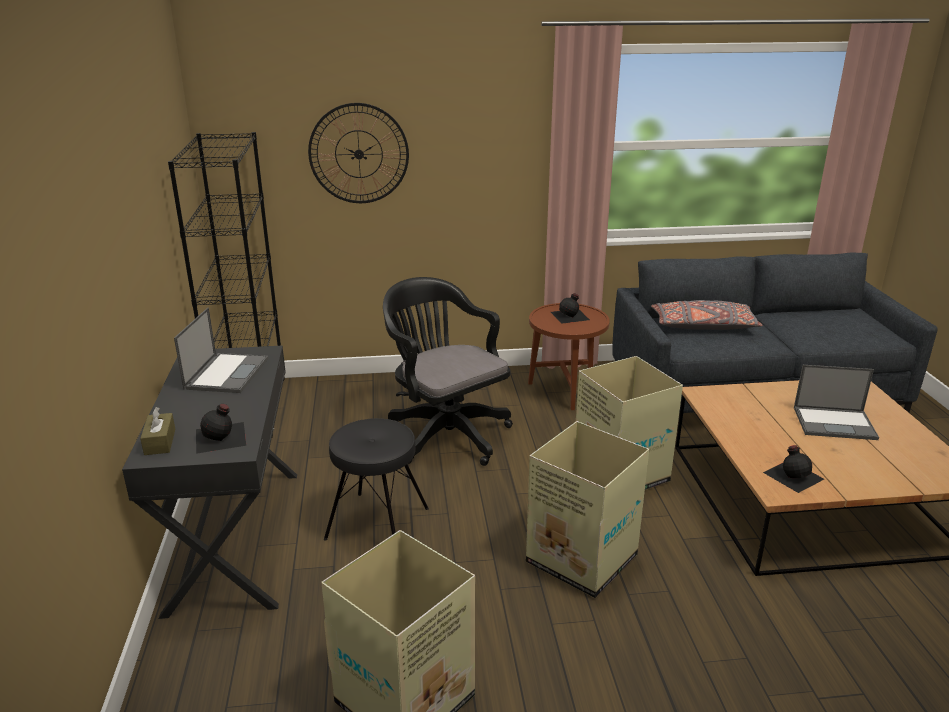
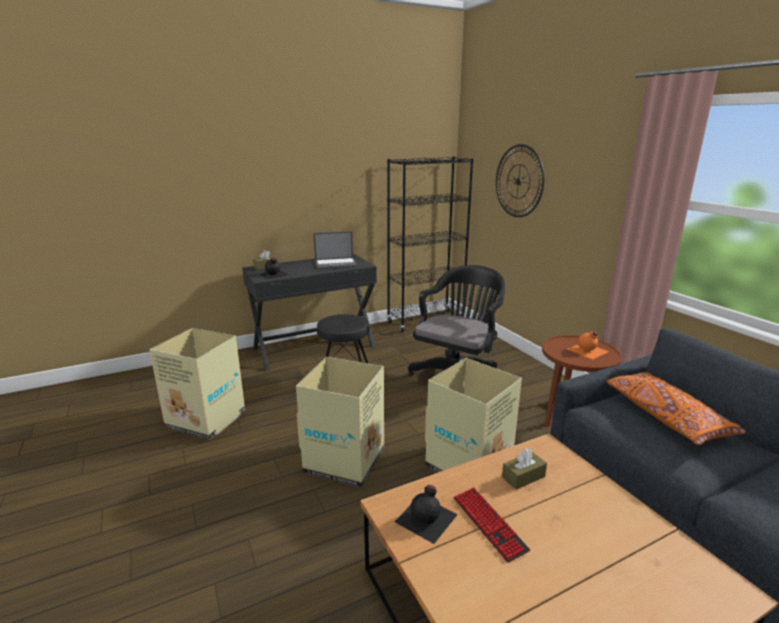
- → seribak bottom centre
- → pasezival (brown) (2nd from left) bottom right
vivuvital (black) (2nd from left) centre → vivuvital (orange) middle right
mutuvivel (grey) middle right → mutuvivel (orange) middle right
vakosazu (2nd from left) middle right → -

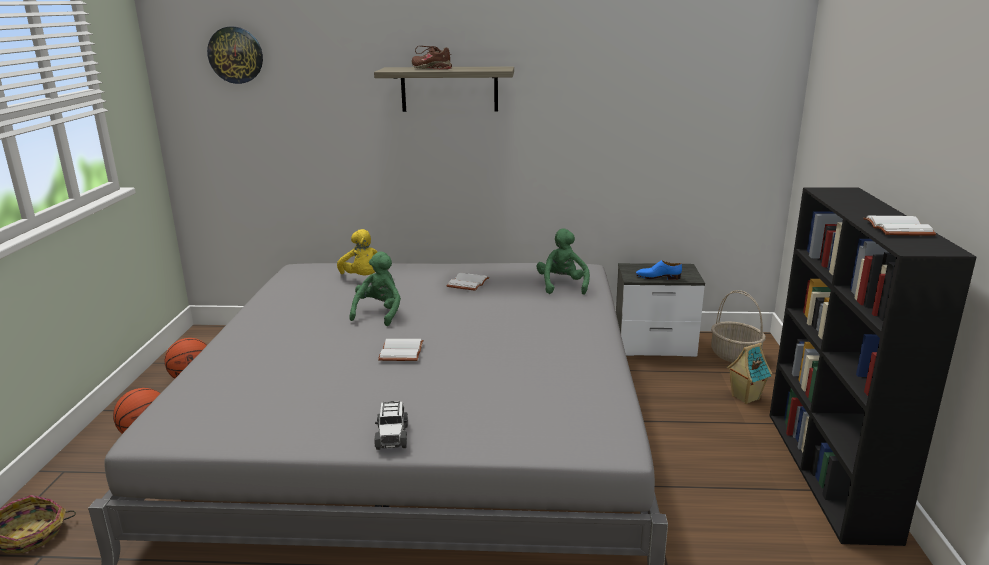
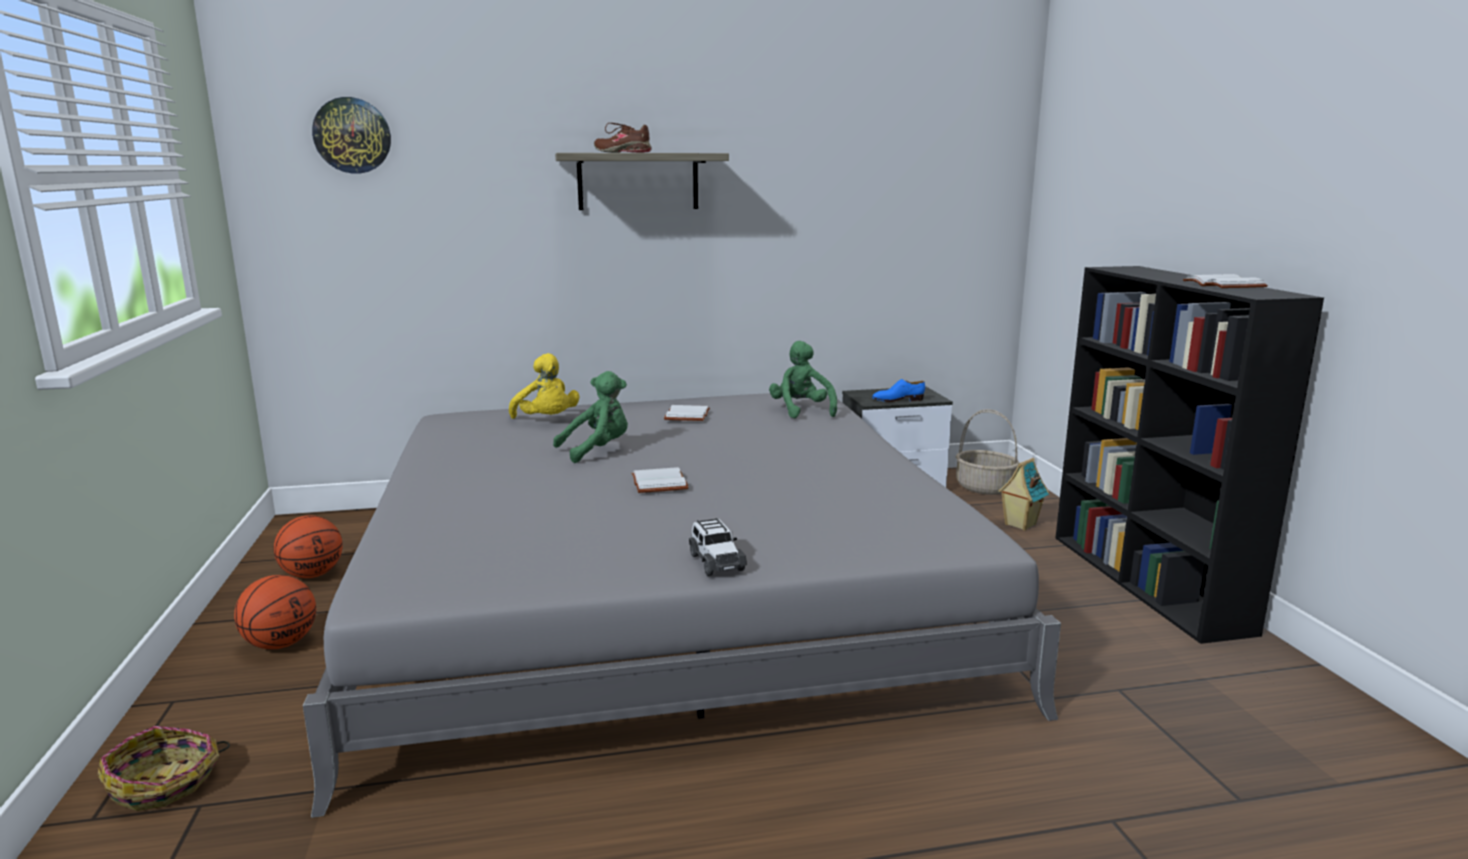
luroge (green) (1st from left) centre, 60 degrees clockwise

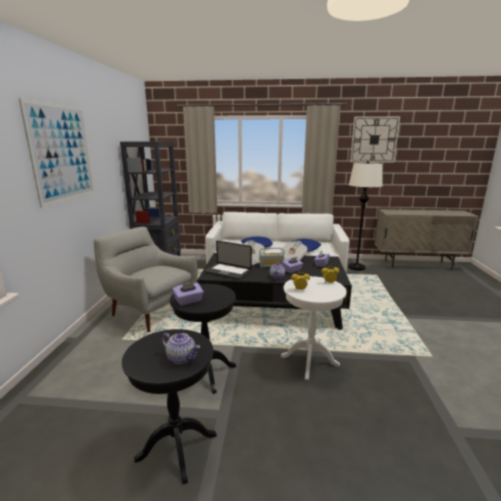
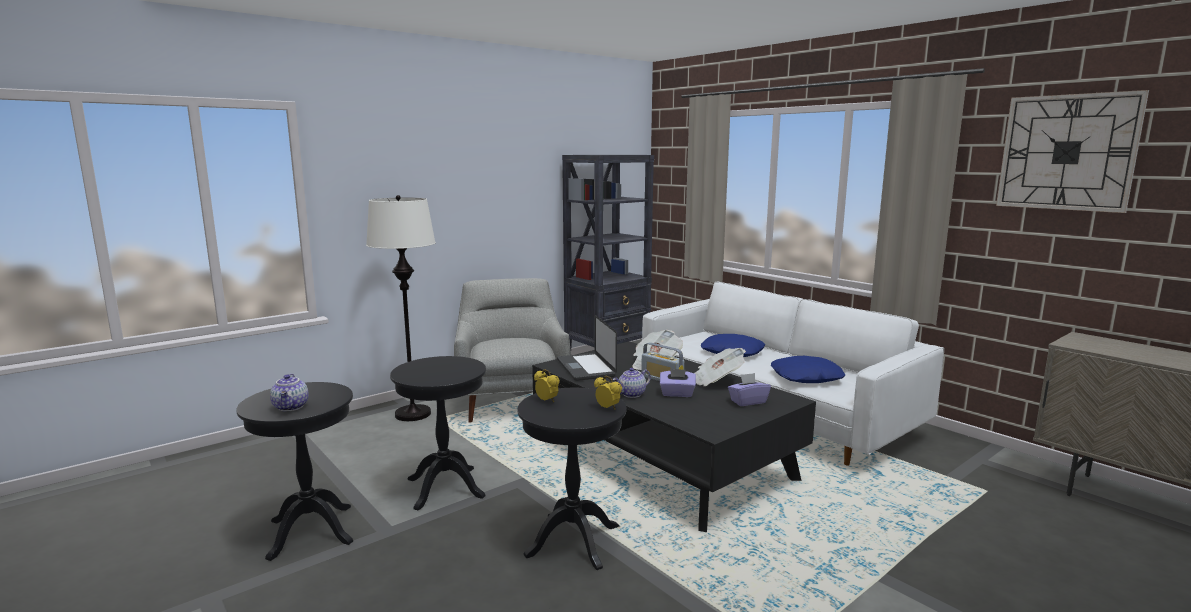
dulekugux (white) middle right → dulekugux (white) centre, move
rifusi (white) centre → rifusi (black) (3rd from left) bottom centre
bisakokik top left → -
pasezival (purple) (1st from left) centre → -

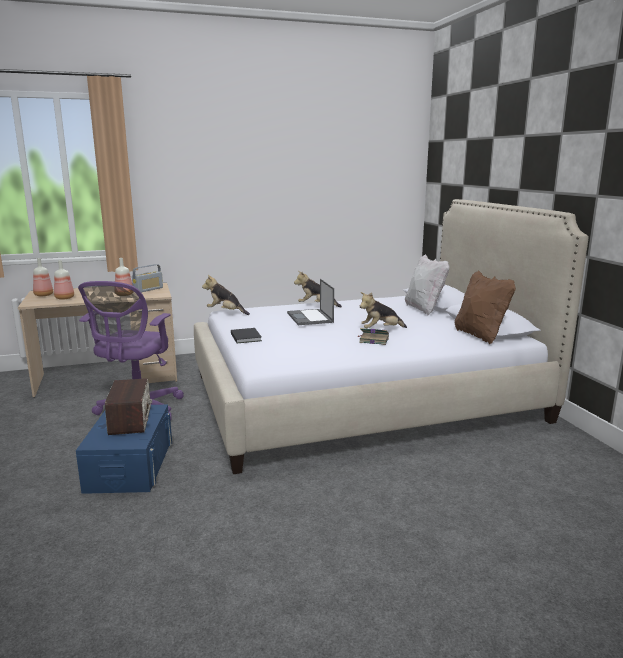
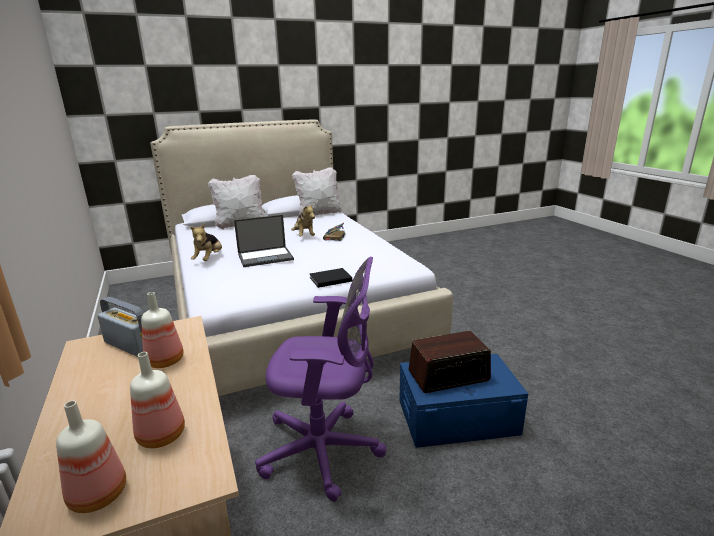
mutuvivel (brown) middle right → mutuvivel (white) (2nd from left) centre
luroge (1st from left) centre → -

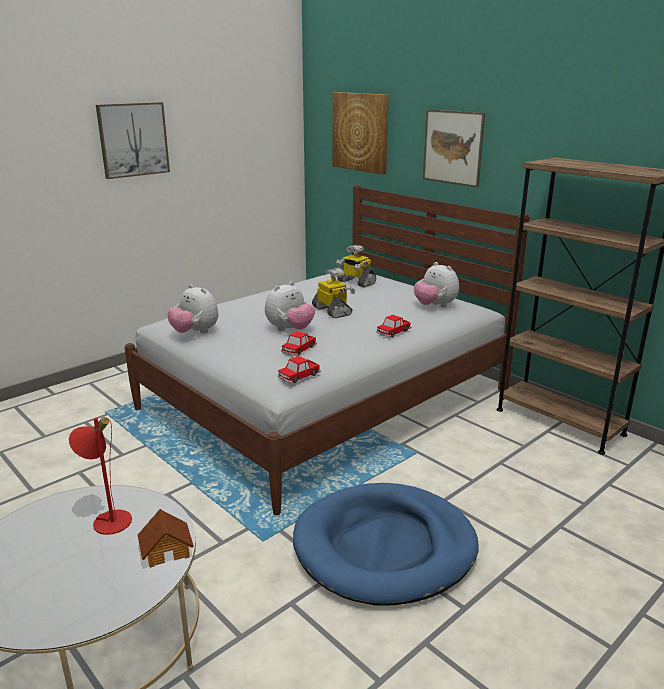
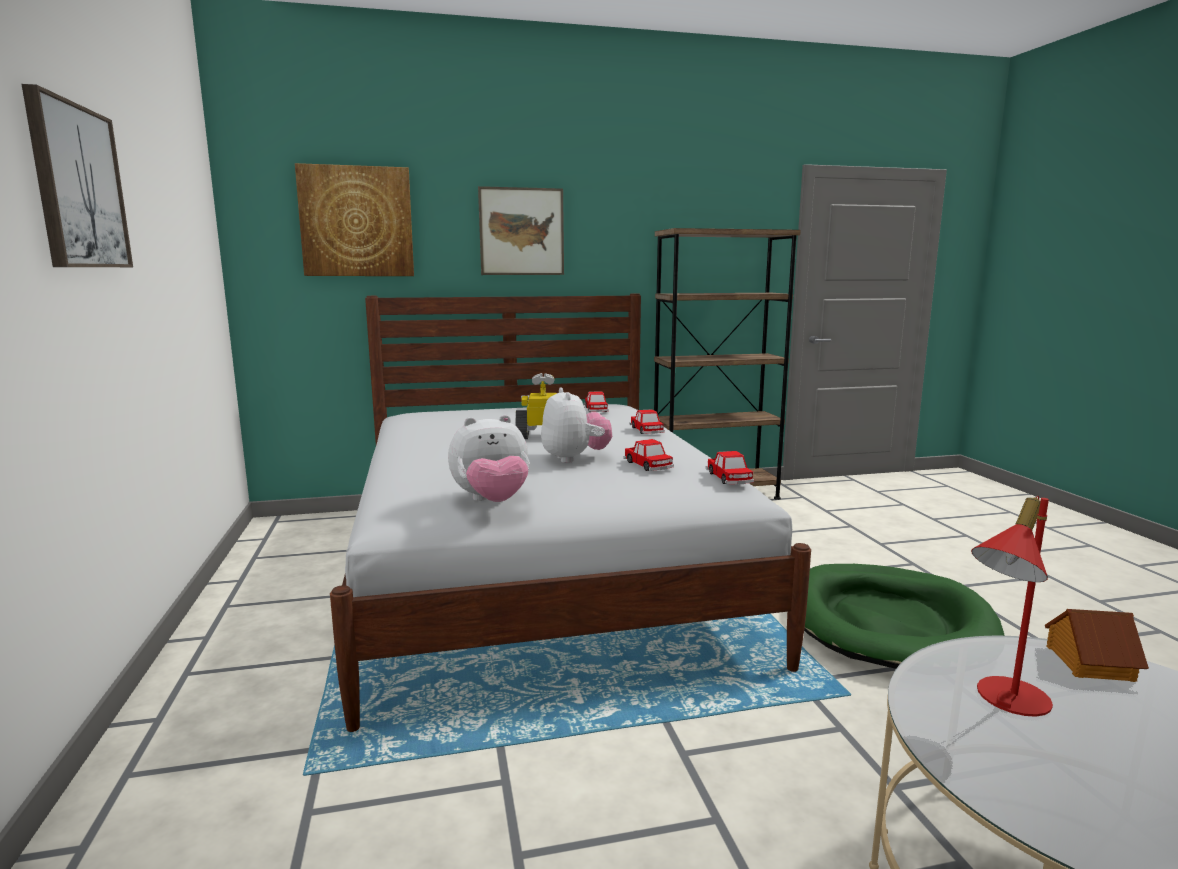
luroge (3rd from left) centre → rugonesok (1st from left) centre
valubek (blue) bottom centre → valubek (green) bottom right
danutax (2nd from left) centre → -

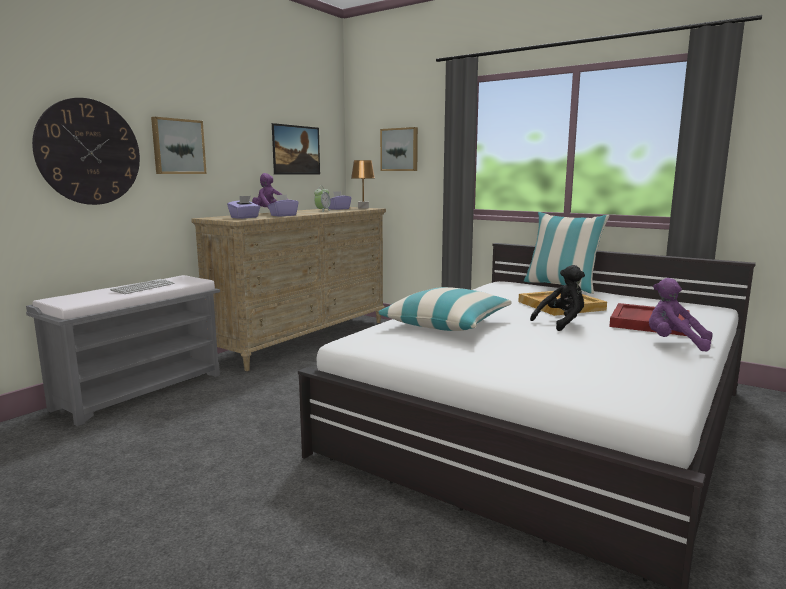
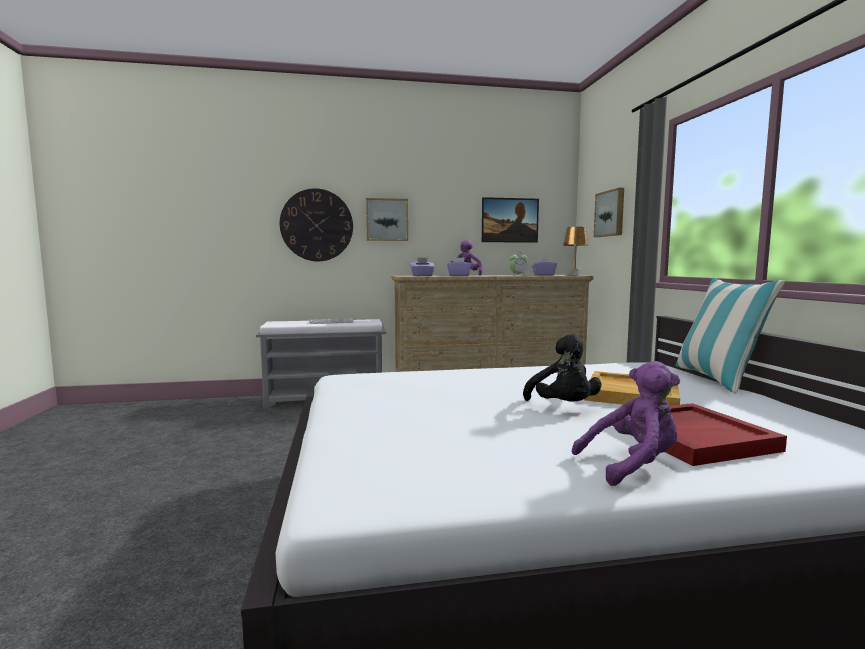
luroge (black) middle right → luroge (black) centre, 60 degrees clockwise
luroge (purple) (2nd from left) middle right, 90 degrees clockwise
mutuvivel (1st from left) centre → -

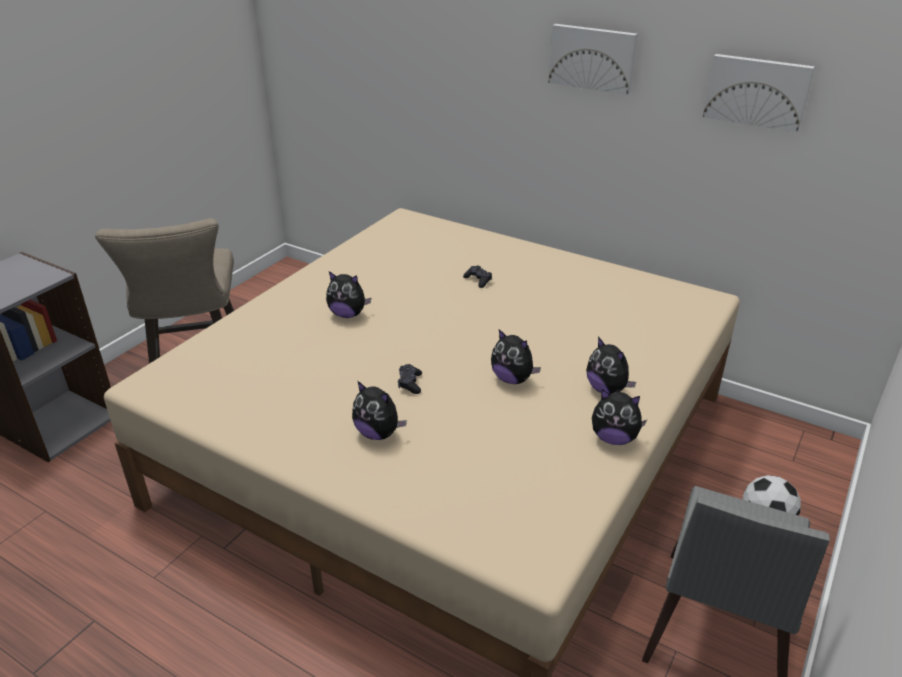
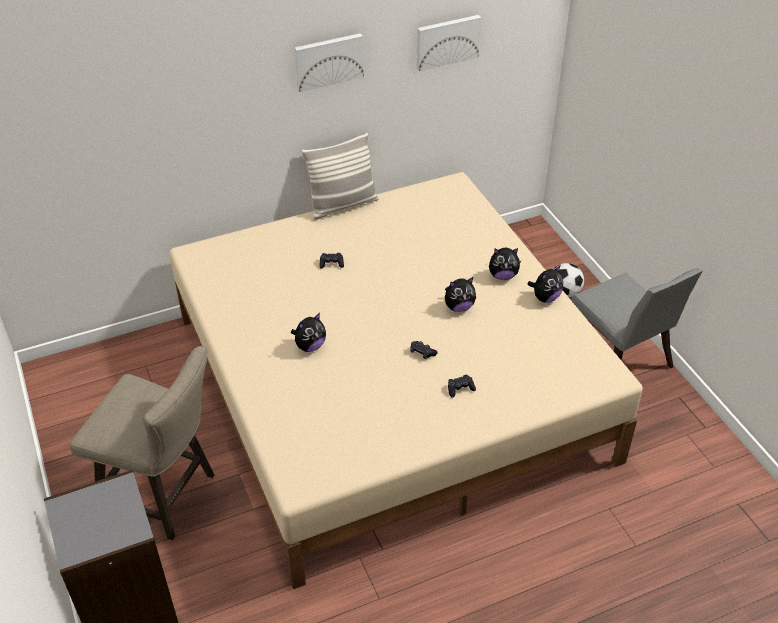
- → mutuvivel top centre
luroge (2nd from left) centre → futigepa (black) (3rd from left) centre

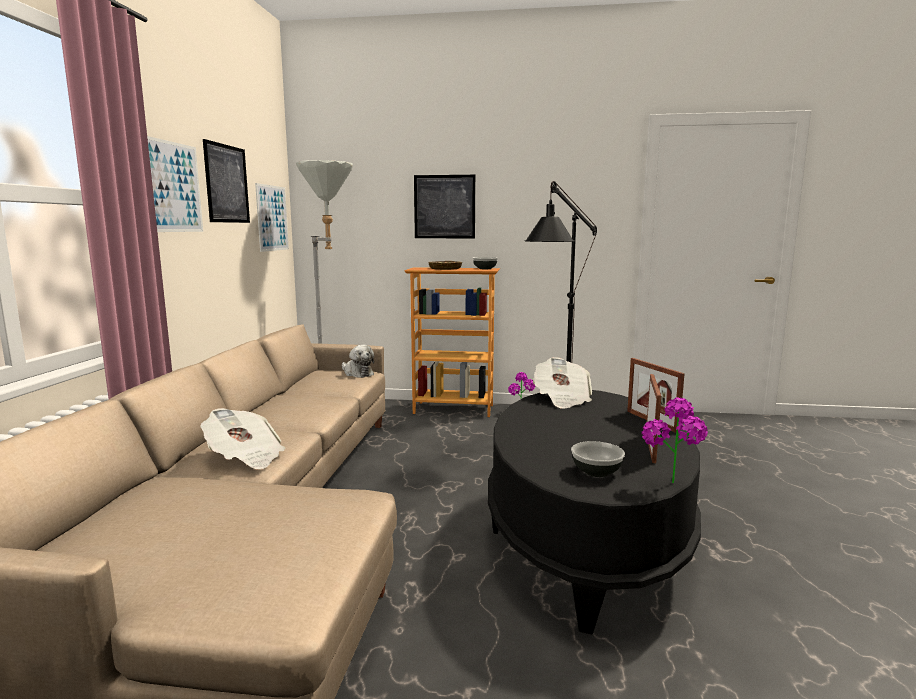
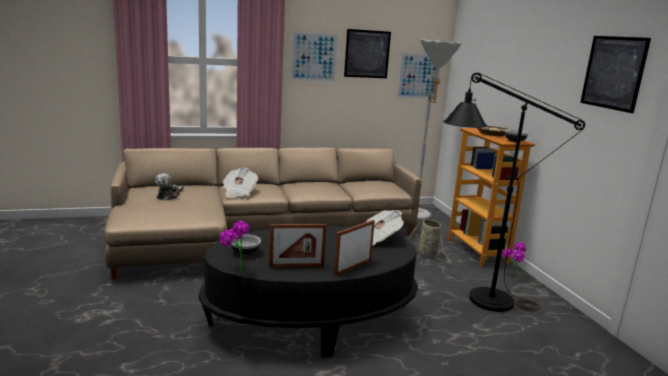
luroge centre → luroge middle left, move
- → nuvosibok centre
bisakokik (4th from left) top centre → bisakokik (4th from left) top right, move

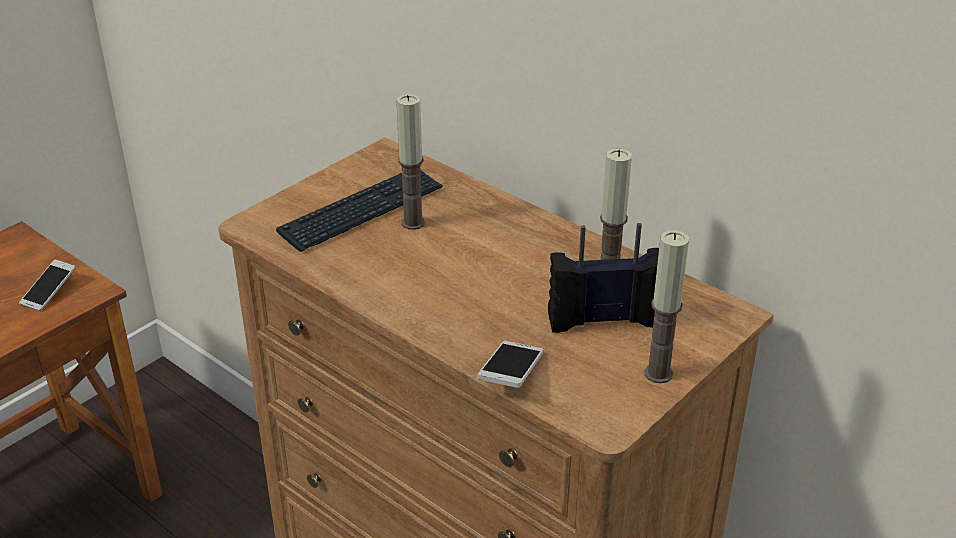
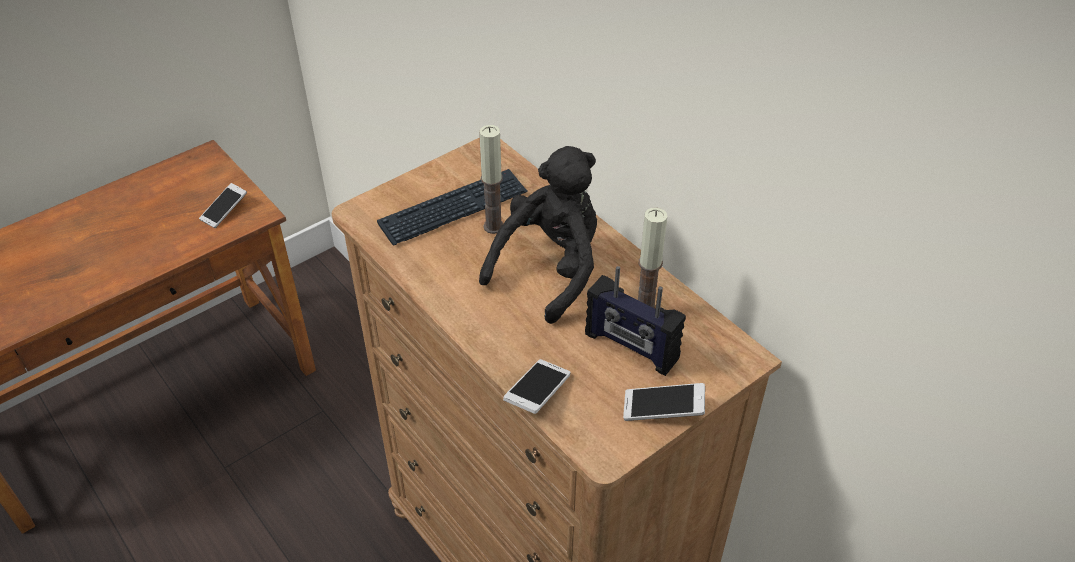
- → luroge (black) centre
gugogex centre, 150 degrees counterclockwise
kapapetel (3rd from left) middle right → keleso (3rd from left) bottom centre

